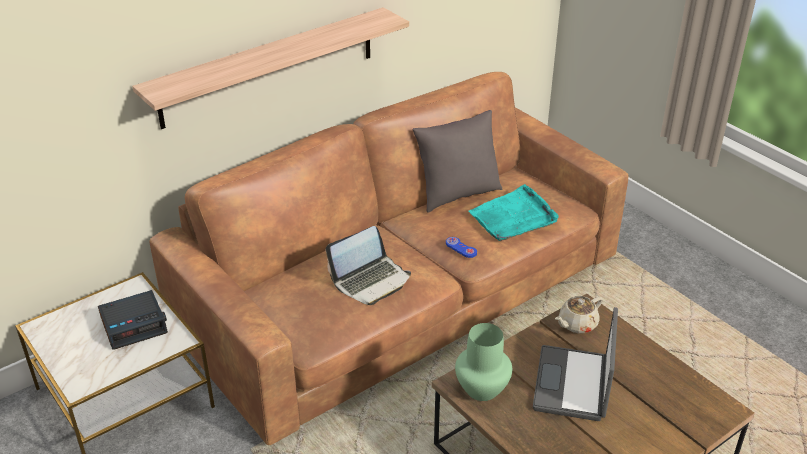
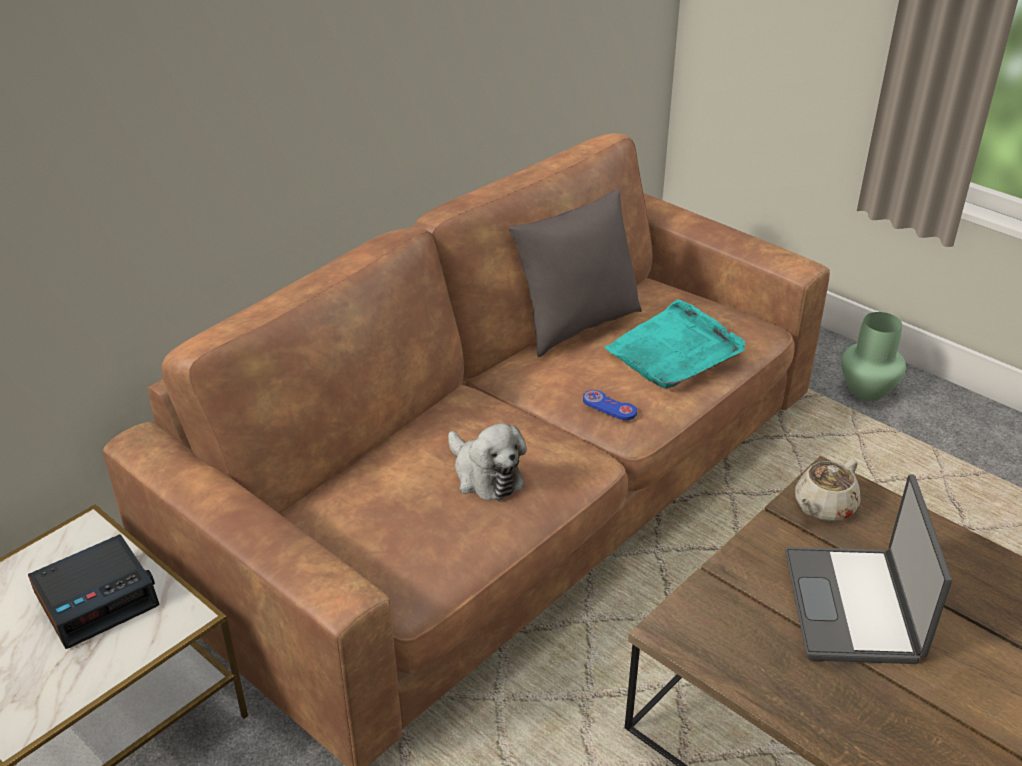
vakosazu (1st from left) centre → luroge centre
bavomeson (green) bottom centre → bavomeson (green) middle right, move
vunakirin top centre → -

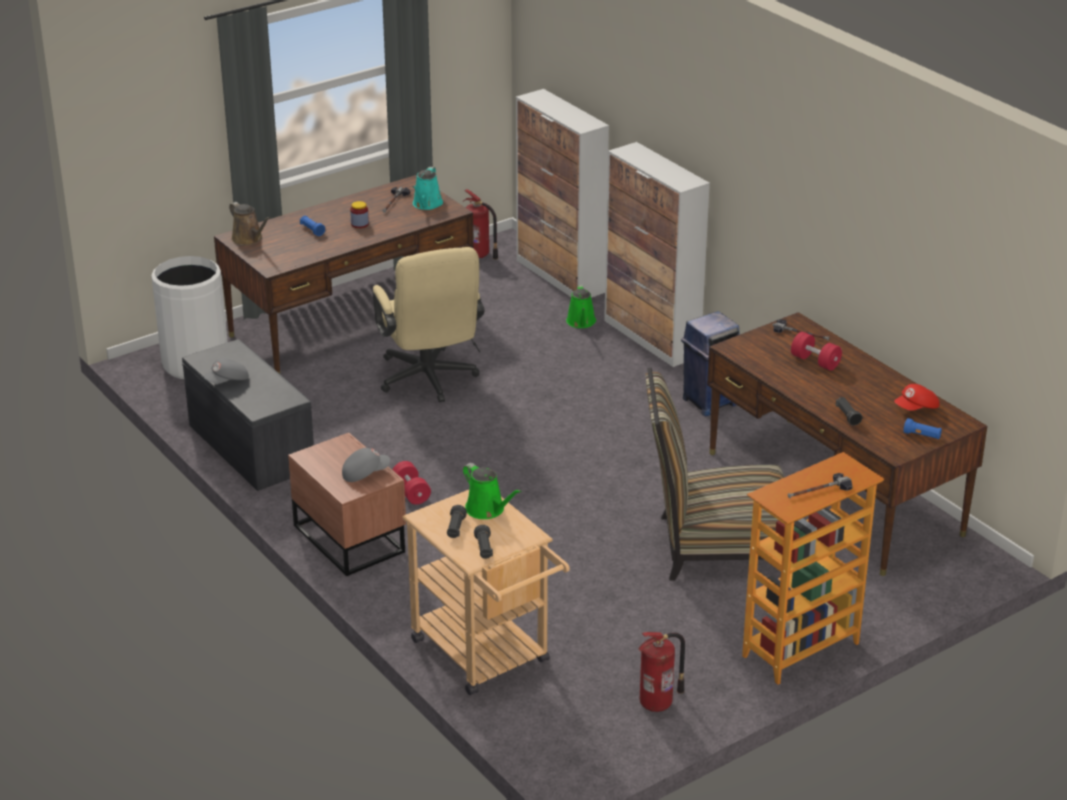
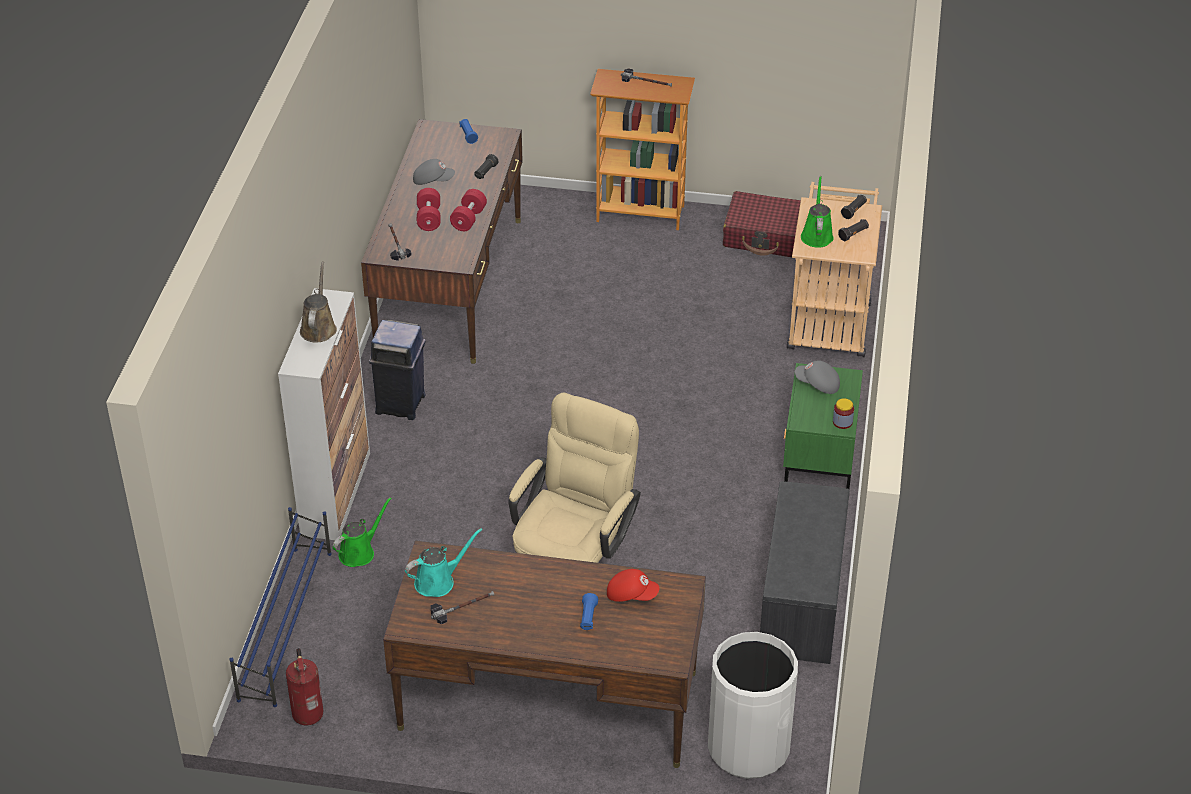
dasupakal (1st from left) top centre → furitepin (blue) bottom left
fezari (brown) top left → fezari (brown) middle left, move
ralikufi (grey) (1st from left) middle left → ralikufi (grey) (1st from left) top centre, move
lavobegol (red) (1st from left in the first image) centre → lavobegol (red) (2nd from left) top centre, move
ralikufi (red) middle right → ralikufi (red) bottom centre, move
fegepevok (2nd from left) bottom centre → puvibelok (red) top centre
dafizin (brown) middle left → dafizin (green) middle right
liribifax top centre → liribifax middle right, move
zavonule middle right → -

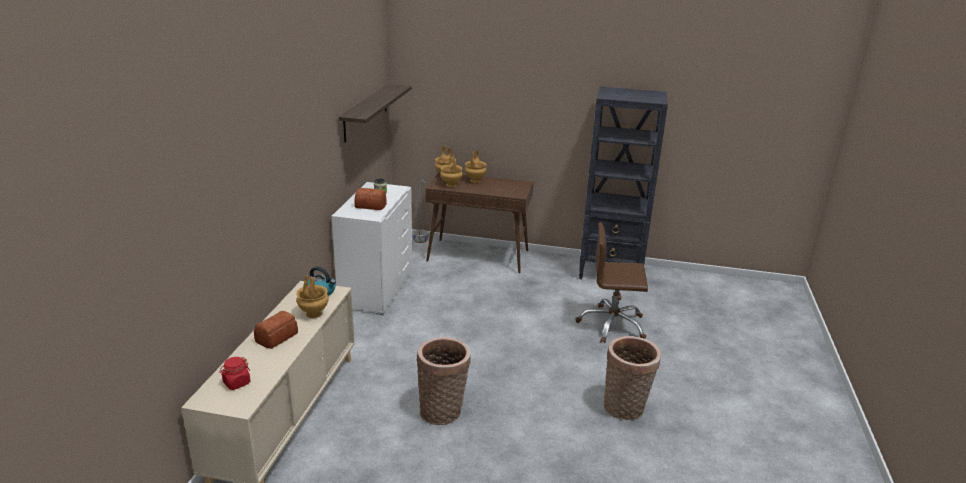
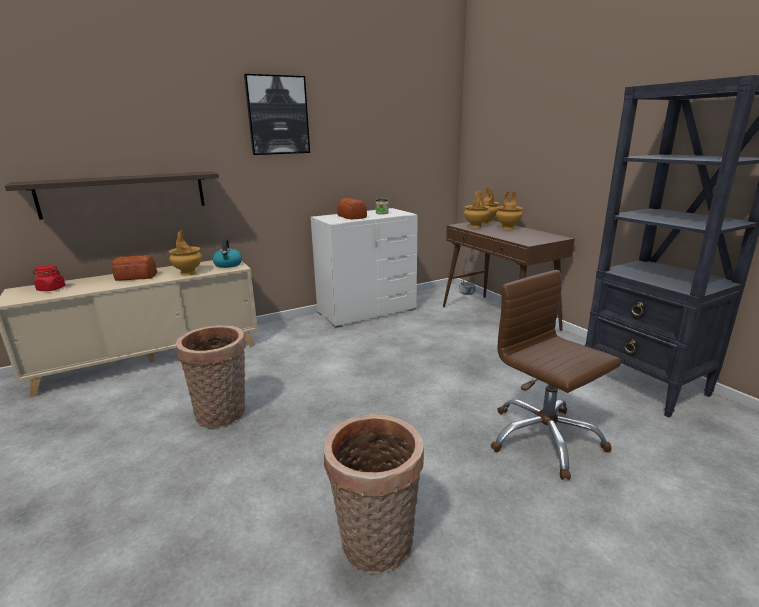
vunakirin top centre → vunakirin top left, move
- → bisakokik top centre

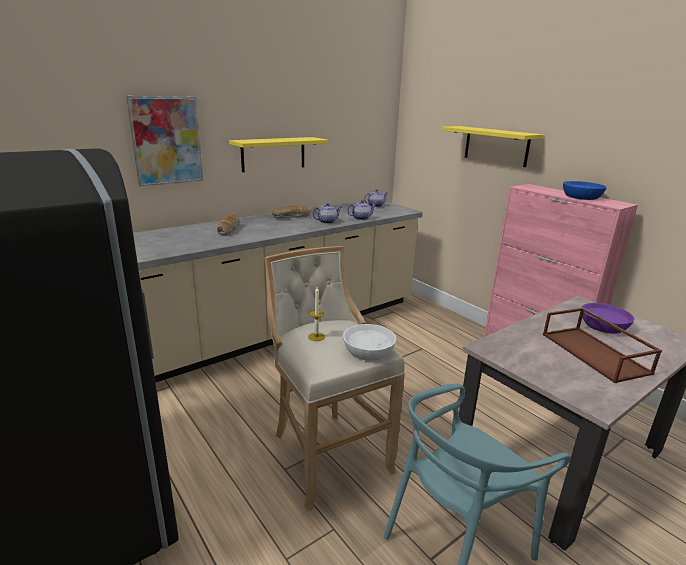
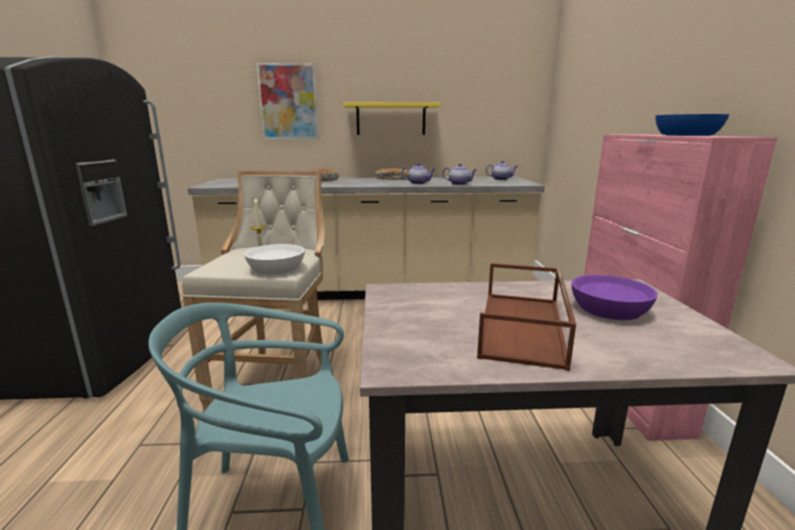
vunakirin (yellow) (2nd from left) top right → -

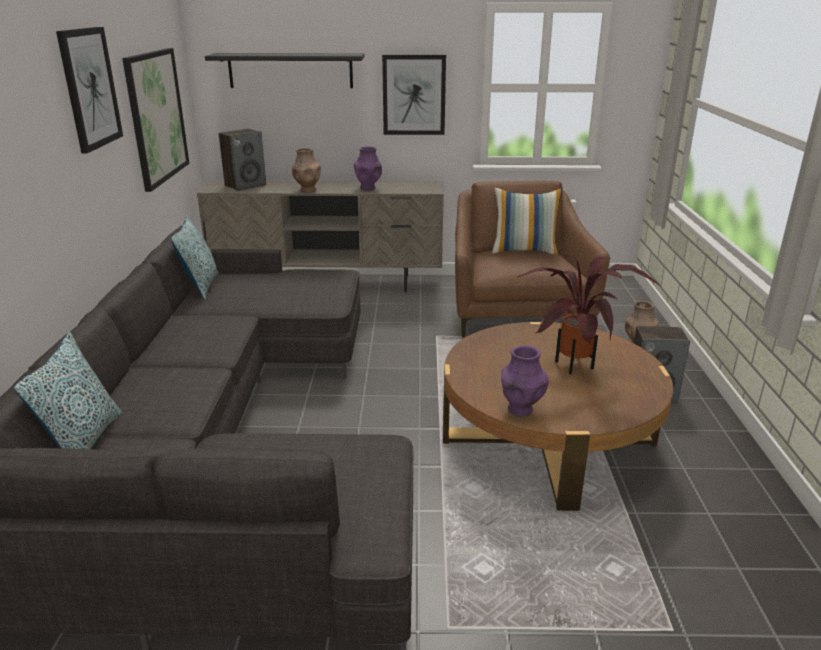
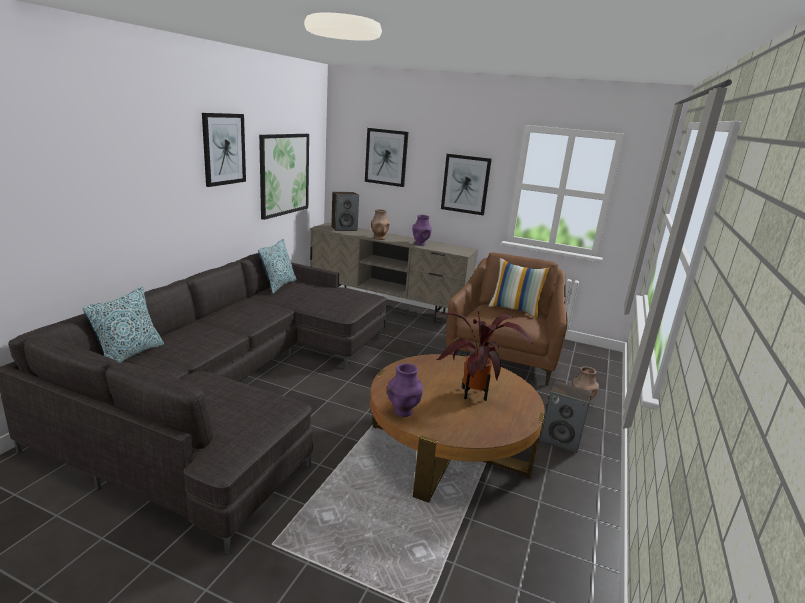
vunakirin (black) top centre → bisakokik (3rd from left) top centre

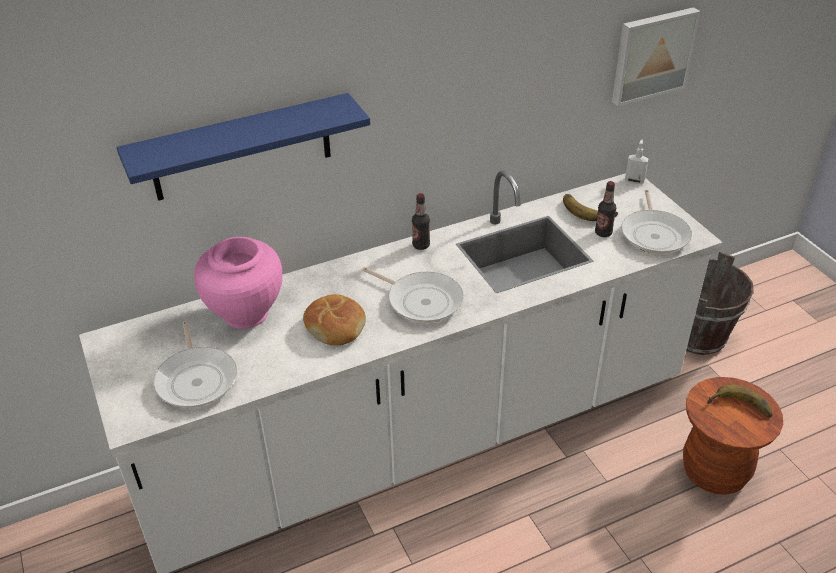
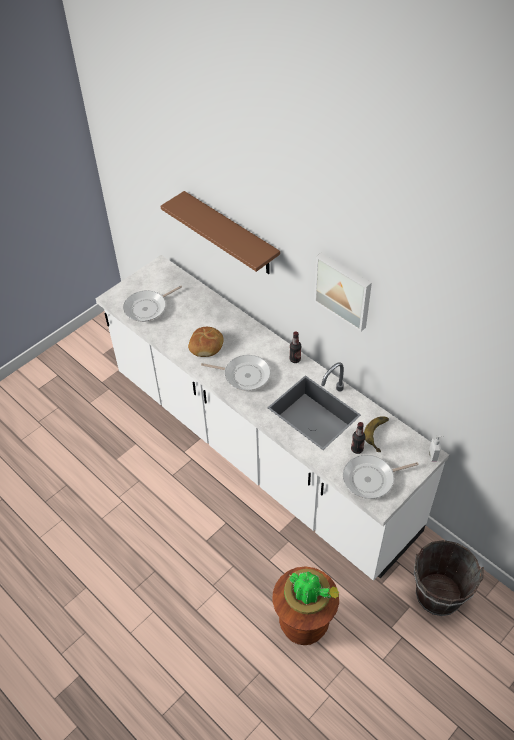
vunakirin (blue) top left → vunakirin (brown) top centre
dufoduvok (2nd from left) centre, 90 degrees counterclockwise
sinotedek (2nd from left) bottom right → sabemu bottom centre
bisakokik top right → bisakokik middle right, move
bavomeson (pink) middle left → -

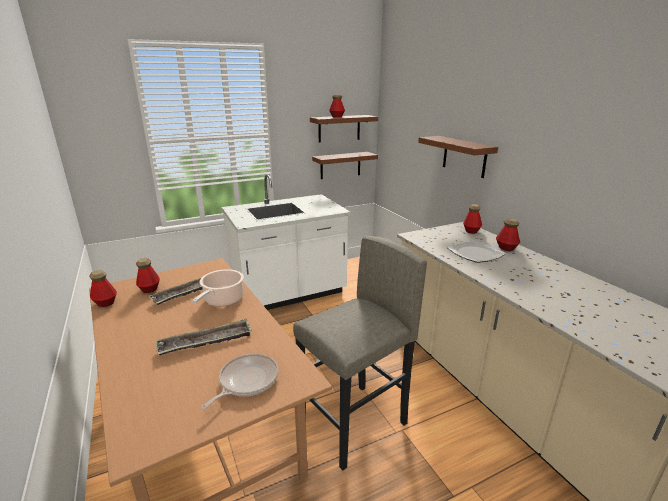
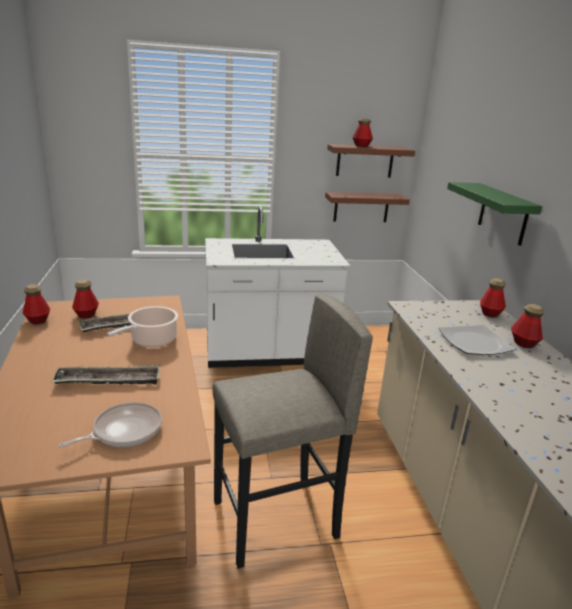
vunakirin (brown) (3rd from left) top right → vunakirin (green) middle right

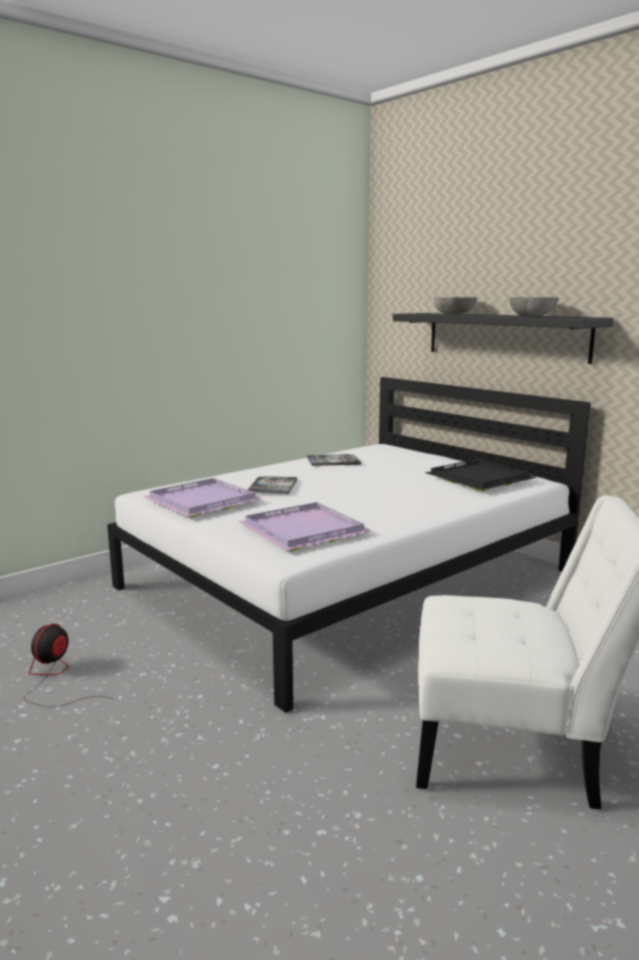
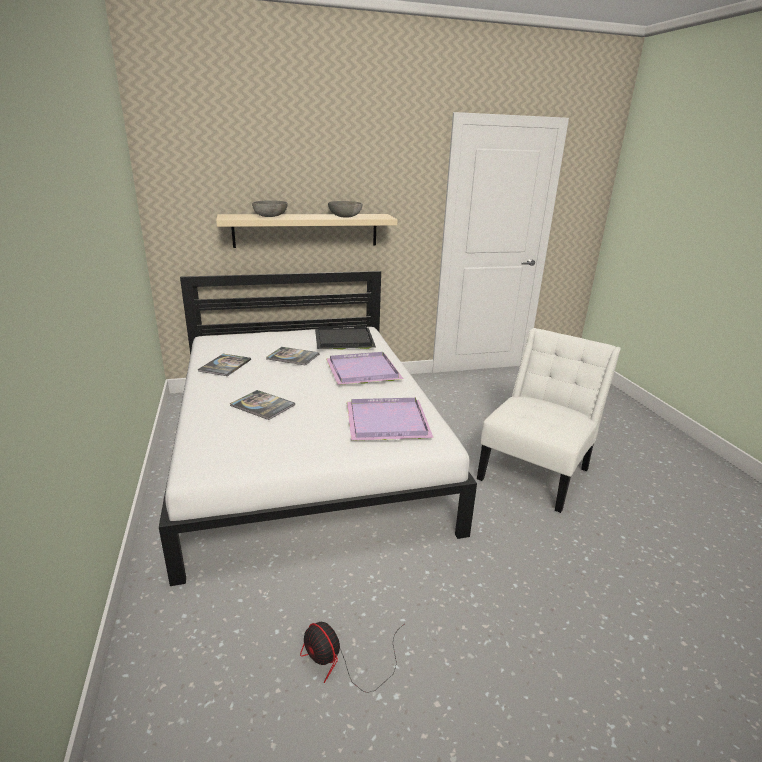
vunakirin (black) middle right → vunakirin (beige) top centre
- → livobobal (3rd from left) centre
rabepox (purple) (1st from left) middle left → rabepox (purple) (1st from left) centre, move

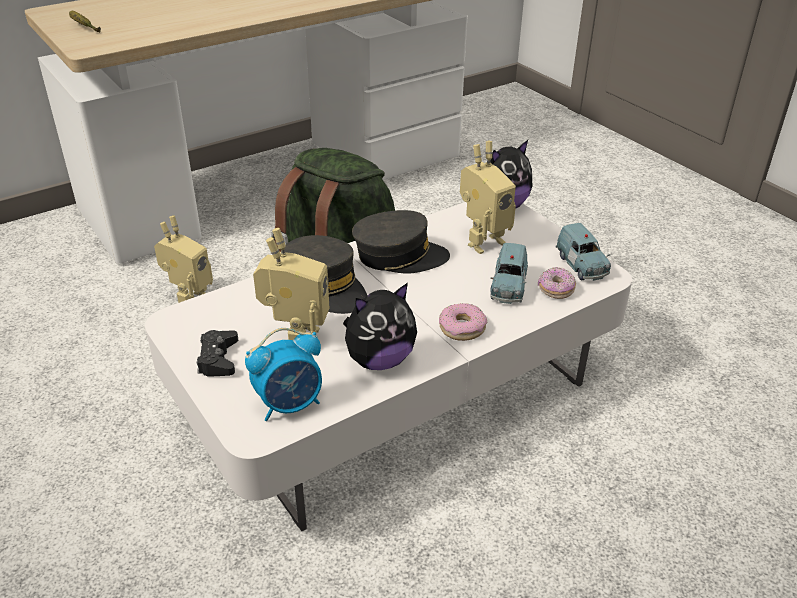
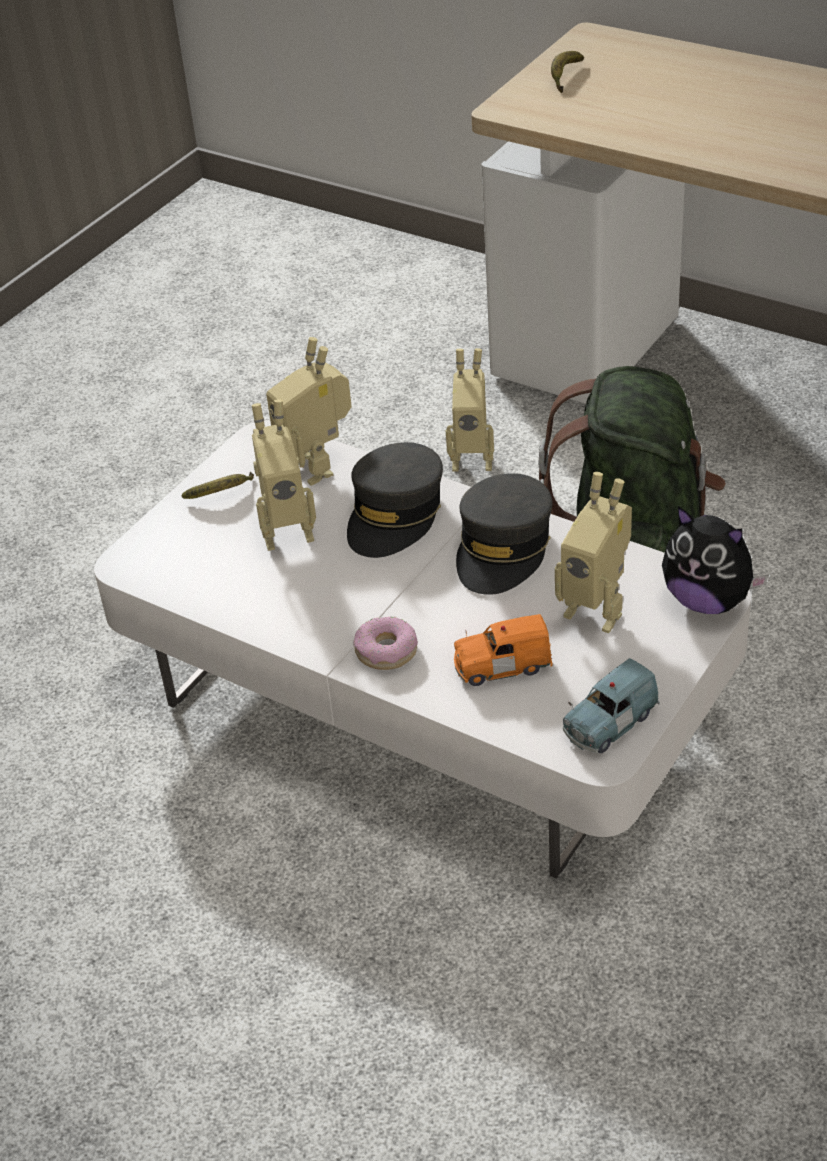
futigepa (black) middle left → sinotedek (1st from left) middle left
- → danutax (2nd from left) centre
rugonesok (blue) (1st from left) centre → rugonesok (orange) centre
ralikufi (grey) (2nd from left) centre, 45 degrees clockwise
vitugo centre → -
luroge (1st from left) centre → -
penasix (2nd from left) middle right → -

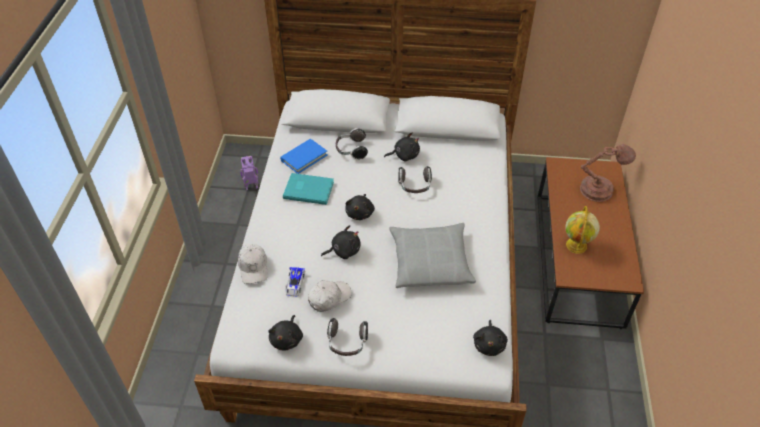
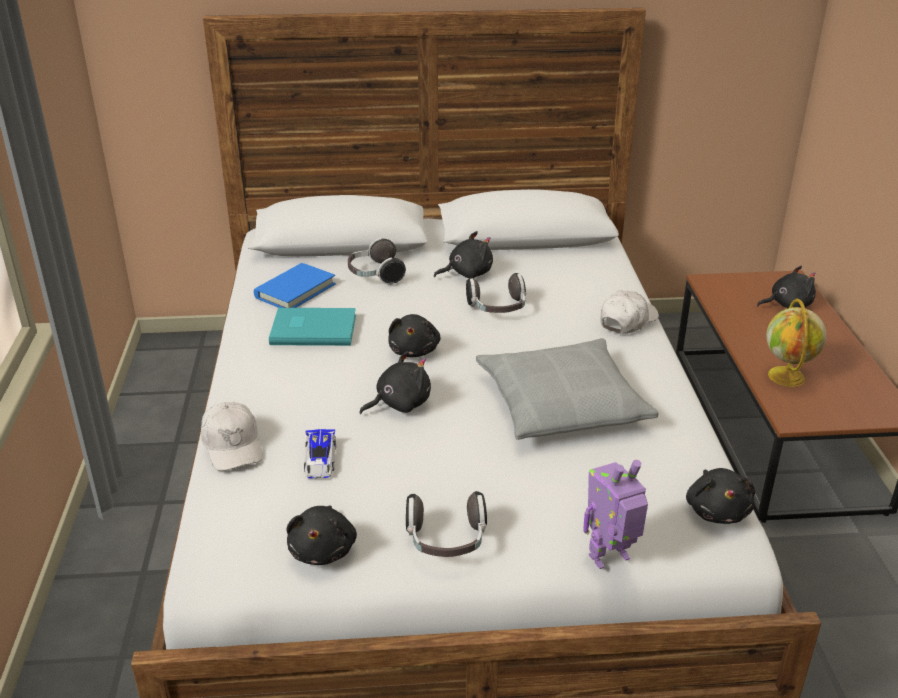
danutax middle left → danutax bottom right, move
ralikufi (white) (2nd from left) bottom centre → ralikufi (white) (2nd from left) middle right, move
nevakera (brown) middle right → luroge (black) (6th from left) middle right

